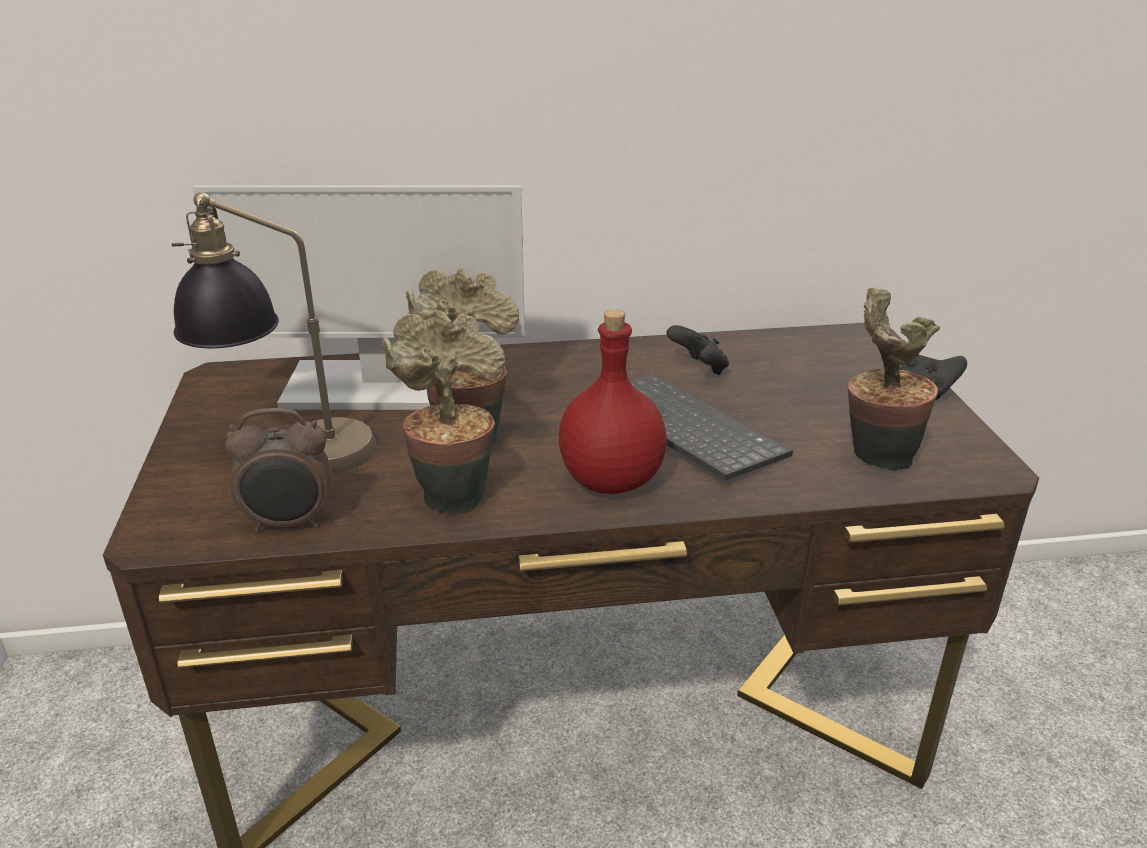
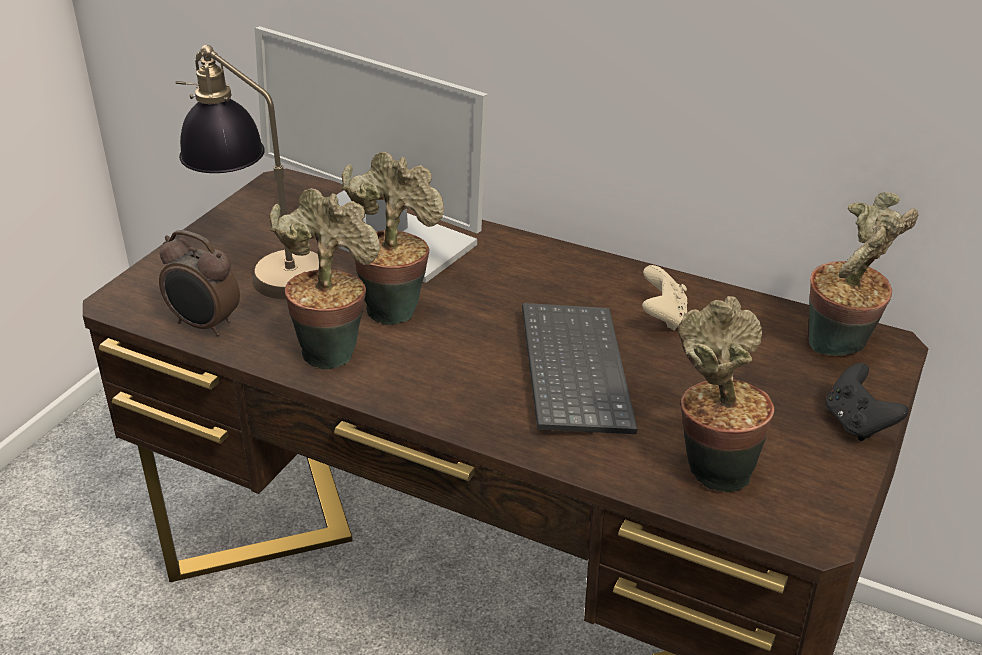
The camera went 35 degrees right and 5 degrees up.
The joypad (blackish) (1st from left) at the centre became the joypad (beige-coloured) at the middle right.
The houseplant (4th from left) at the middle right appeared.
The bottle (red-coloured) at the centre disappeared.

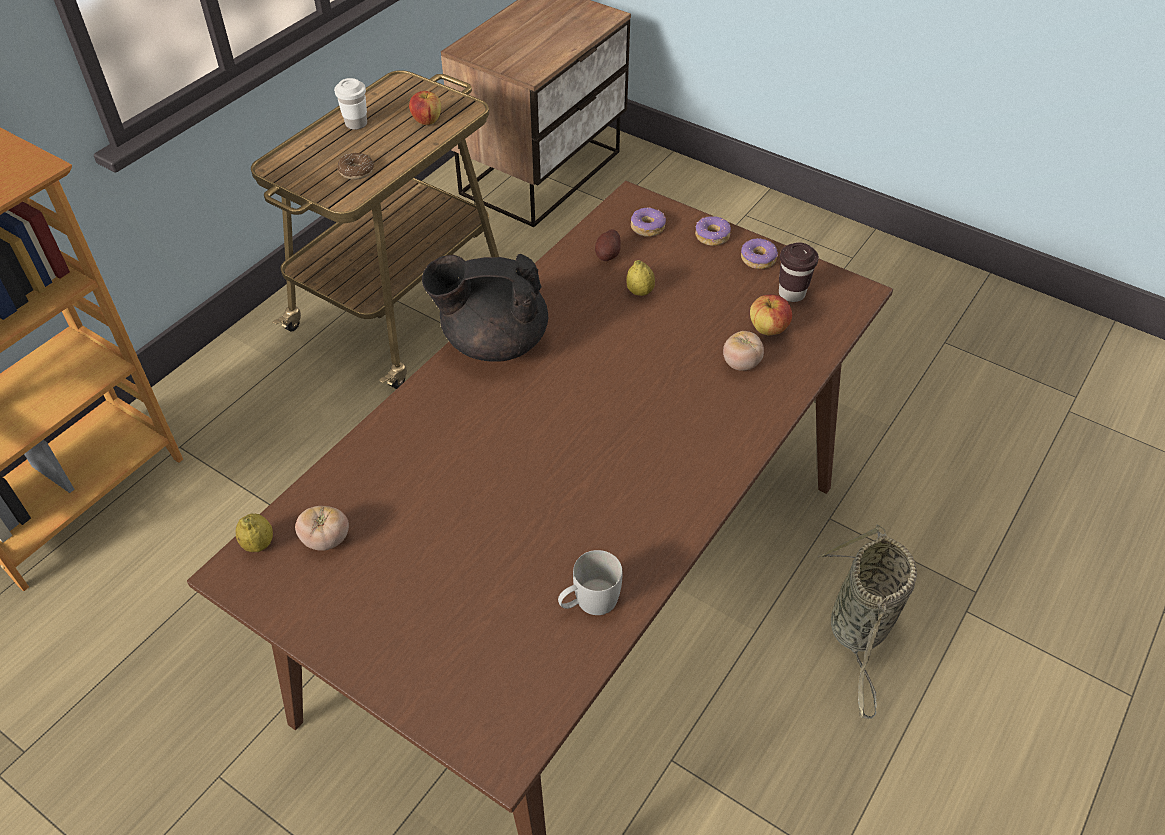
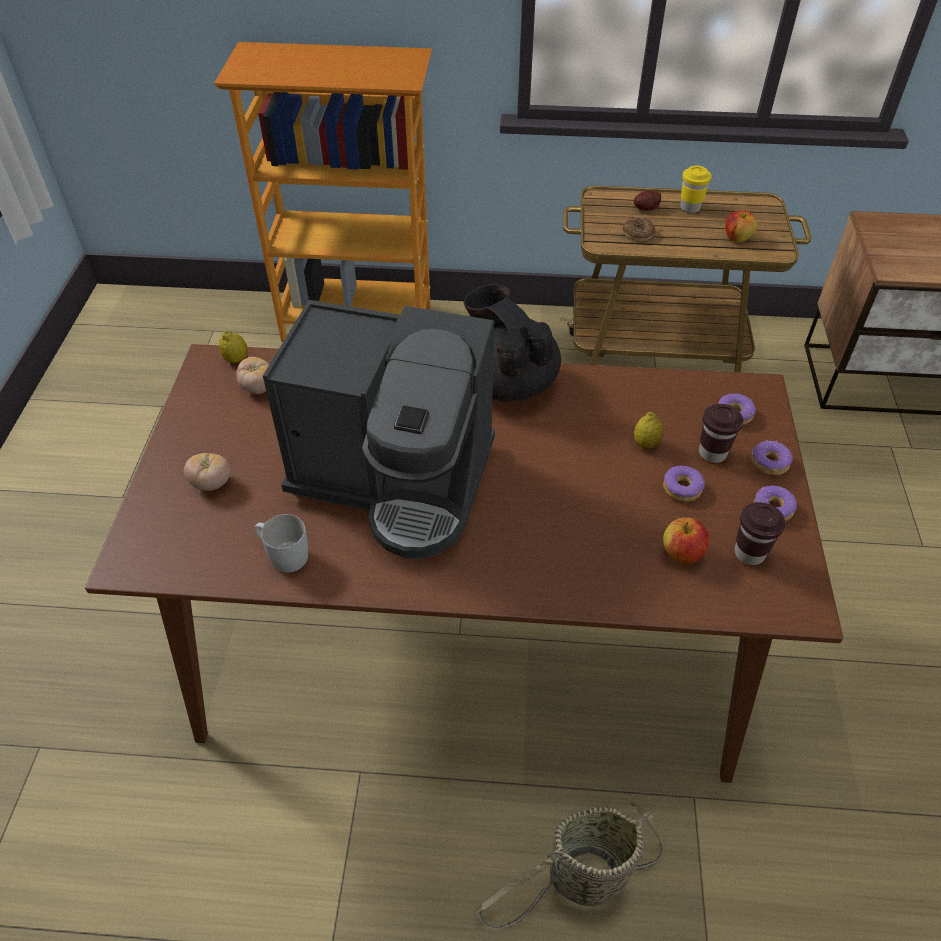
The camera went 60 degrees right and 0 degrees up.
The fresh tomato (2nd from left in the first image) moved from the centre to the middle left.
The coffee brewer at the centre appeared.
The potato moved from the top centre to the top right.
The doughnut (2nd from left) at the middle right appeared.
The cup (whitish) at the top left became the cup (yellow) at the top right.
The cup (brown-coloured) (1st from left) at the middle right appeared.

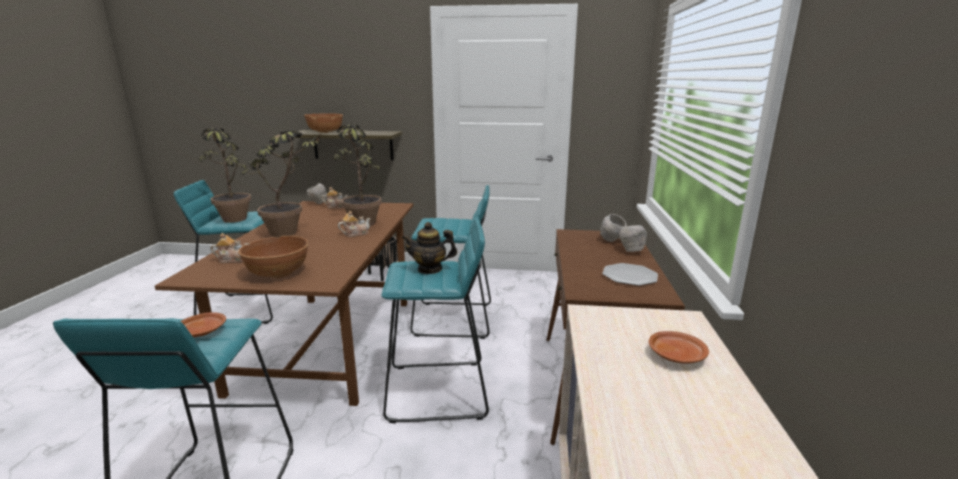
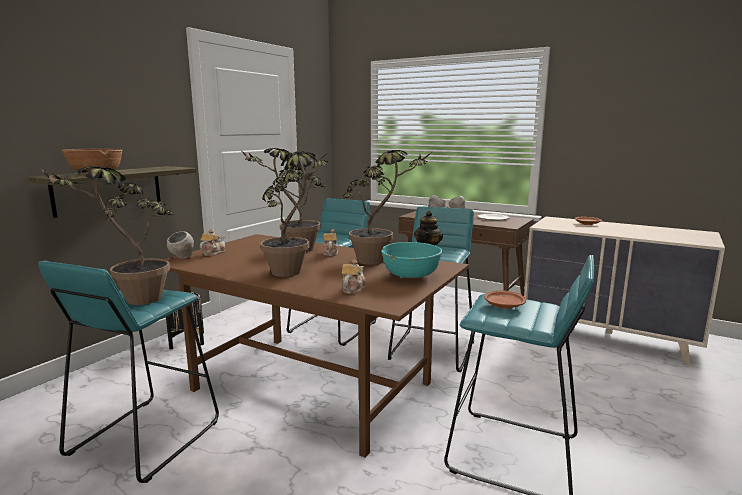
The camera went 65 degrees left and 5 degrees down.
The houseplant (4th from left) at the centre appeared.
The serving bowl (brown-coloured) (1st from left) at the middle left became the serving bowl (turquoise-coloured) at the centre.

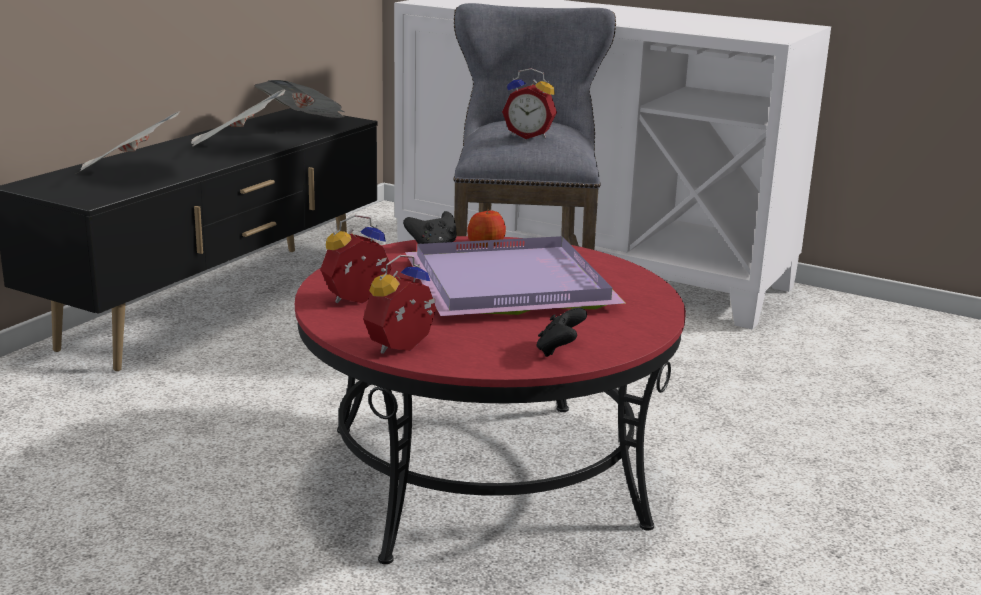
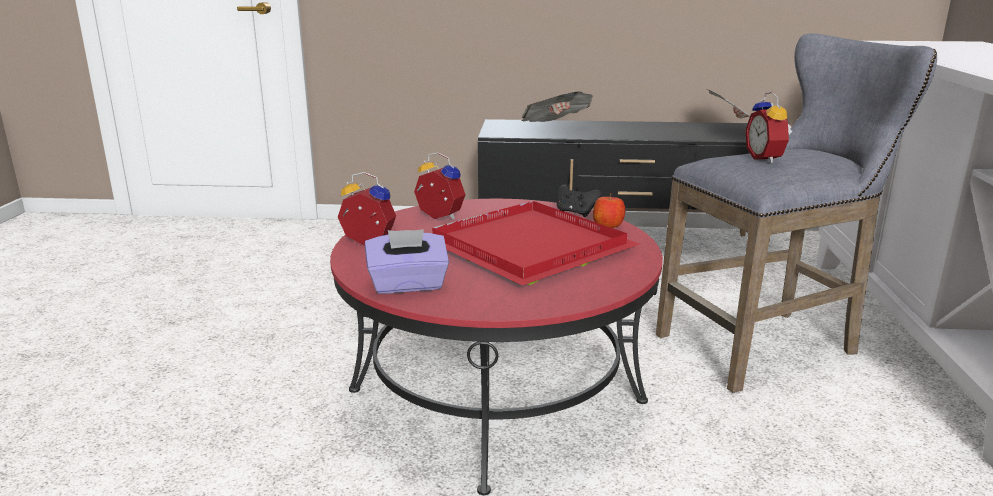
The camera went 65 degrees right and 0 degrees up.
The joypad (blackish) (2nd from left) at the centre was replaced by the tissue holder (purple-coloured) at the centre.
The serving tray (purple-coloured) at the centre became the serving tray (red-coloured) at the centre.
The daily paper (2nd from left) at the top left disappeared.

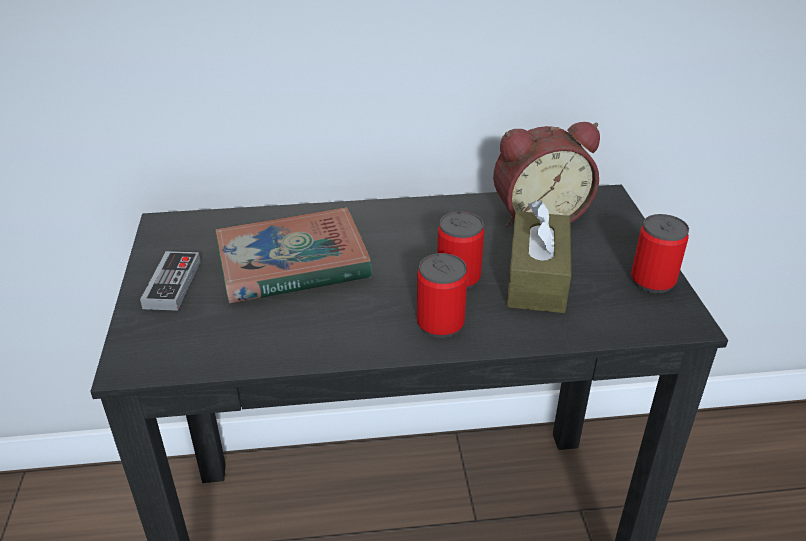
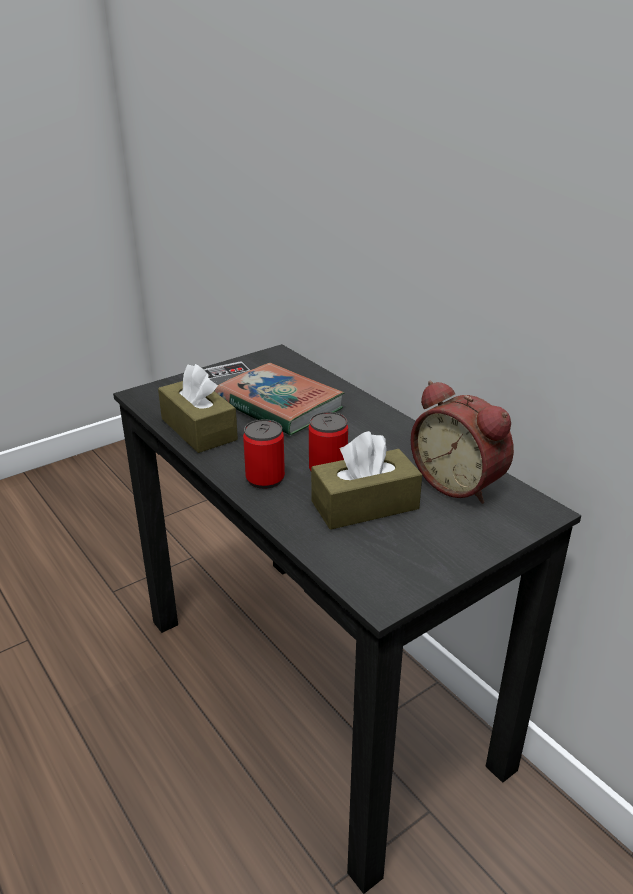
The camera went 60 degrees right and 5 degrees down.
The tissue holder (brown-coloured) (1st from left) at the middle left appeared.
The can (3rd from left) at the middle right disappeared.

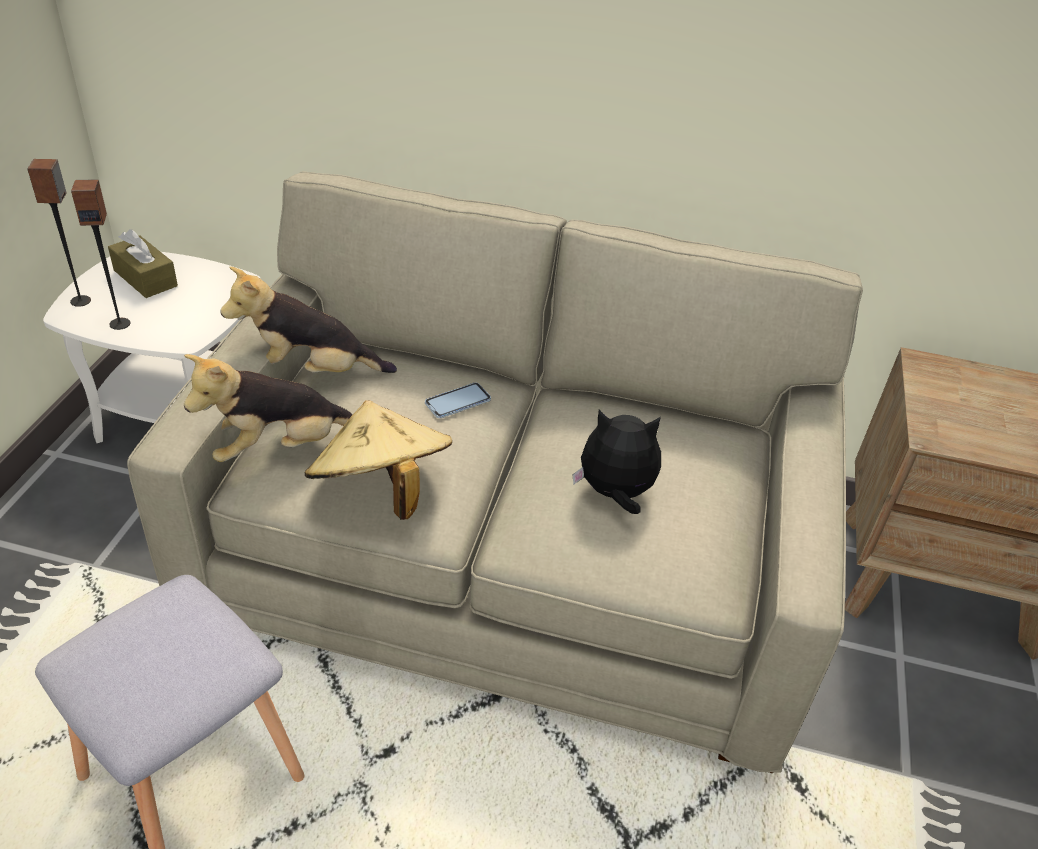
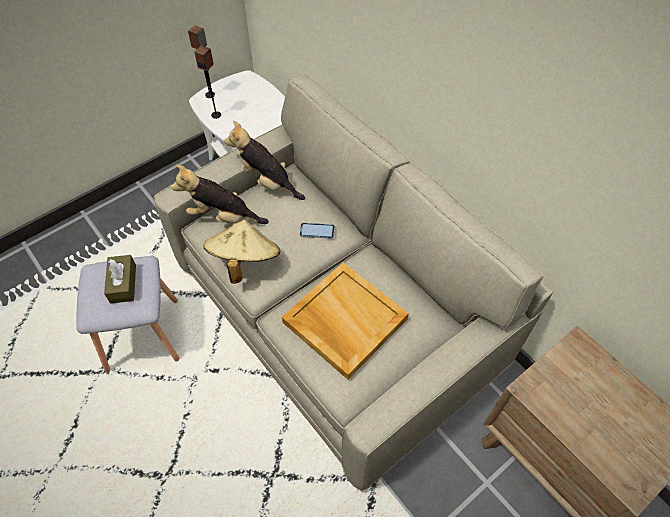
The camera went 40 degrees right and 15 degrees up.
The tissue holder (brown-coloured) moved from the top left to the middle left.
The soft toy (3rd from left) at the centre was replaced by the serving tray (beige-coloured) at the centre.

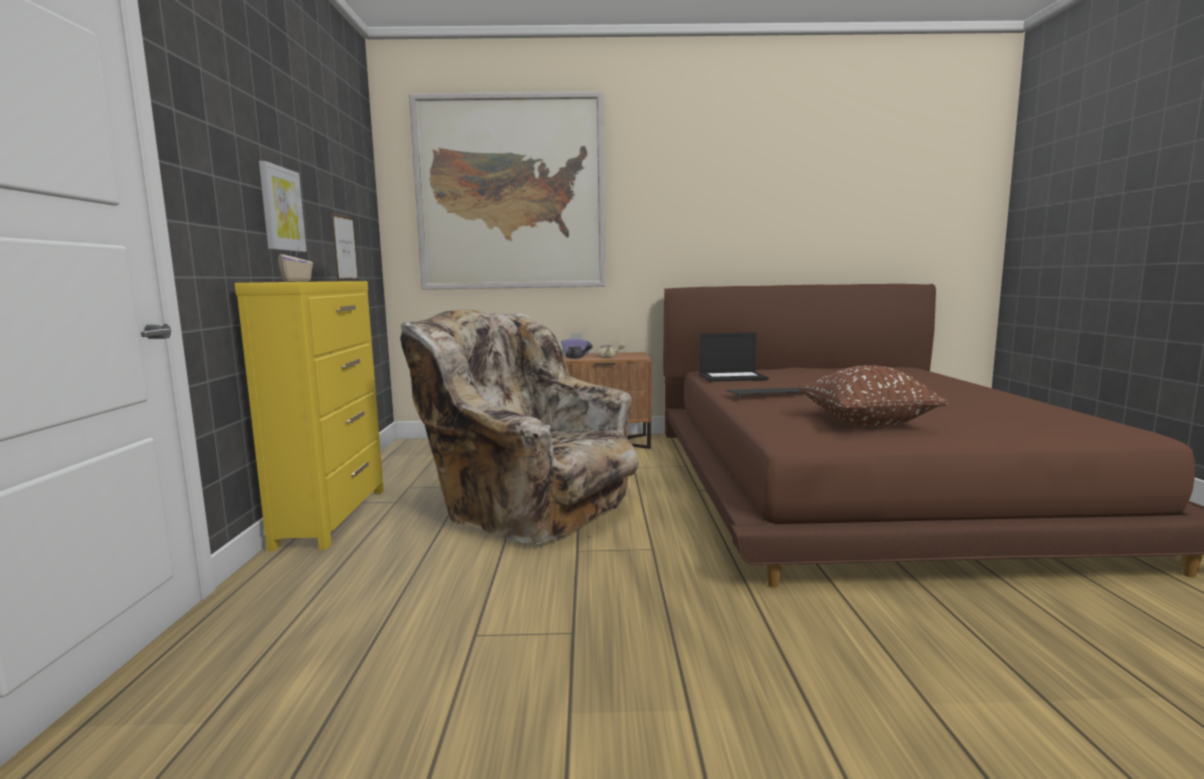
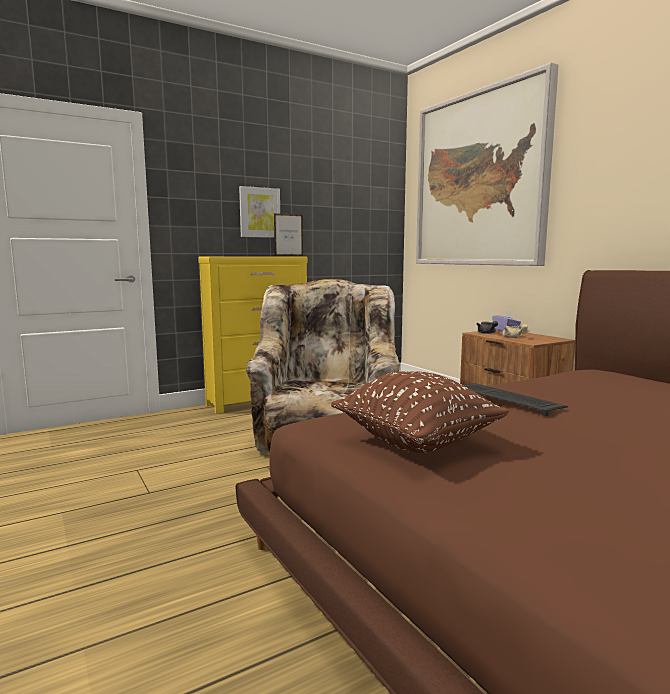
The camera went 60 degrees right and 0 degrees up.
The tissue holder (beige-coloured) at the middle left disappeared.
The notebook computer at the centre disappeared.

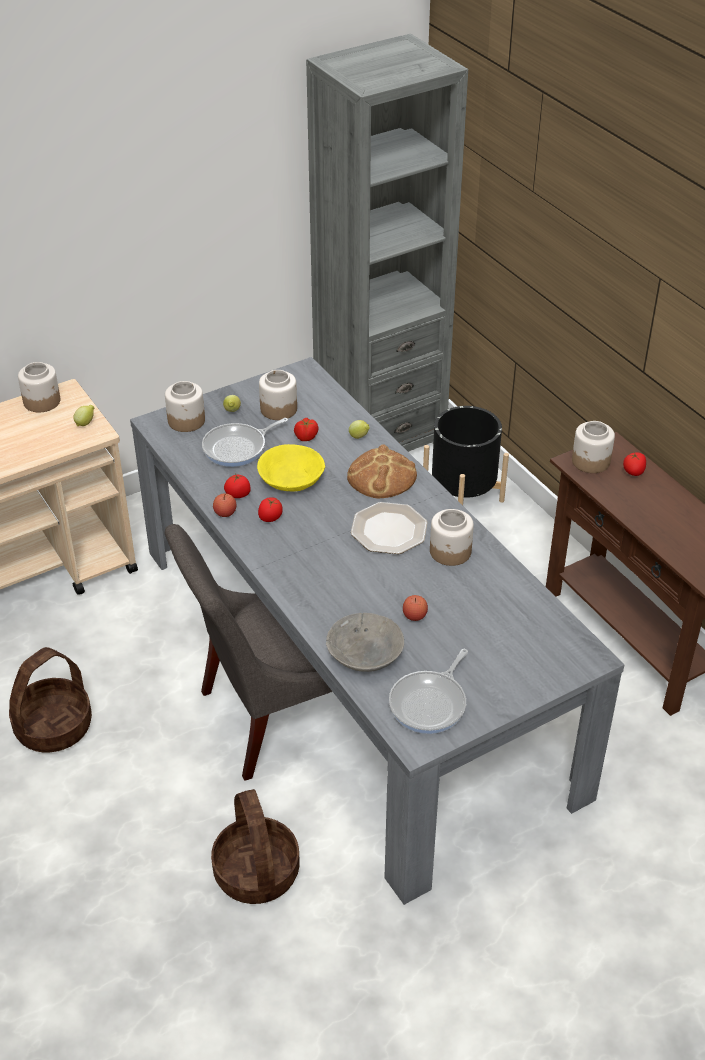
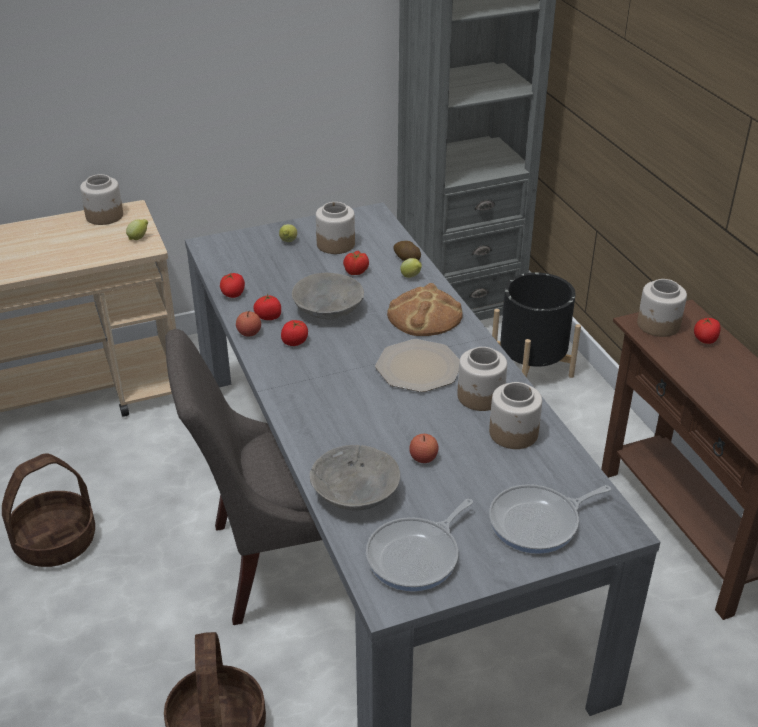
The camera went 10 degrees right and 5 degrees down.
The fresh tomato (1st from left) at the middle left appeared.
The serving bowl (yellow) at the centre became the serving bowl (greyish) (1st from left) at the centre.
The potato at the centre appeared.
The storage jar (2nd from left in the first image) moved from the middle left to the middle right.
The skillet (1st from left in the first image) moved from the centre to the bottom right.

